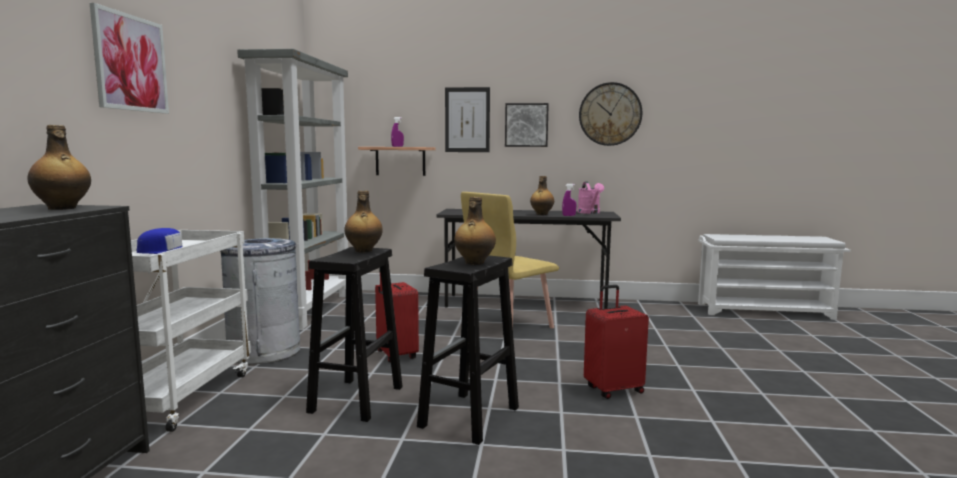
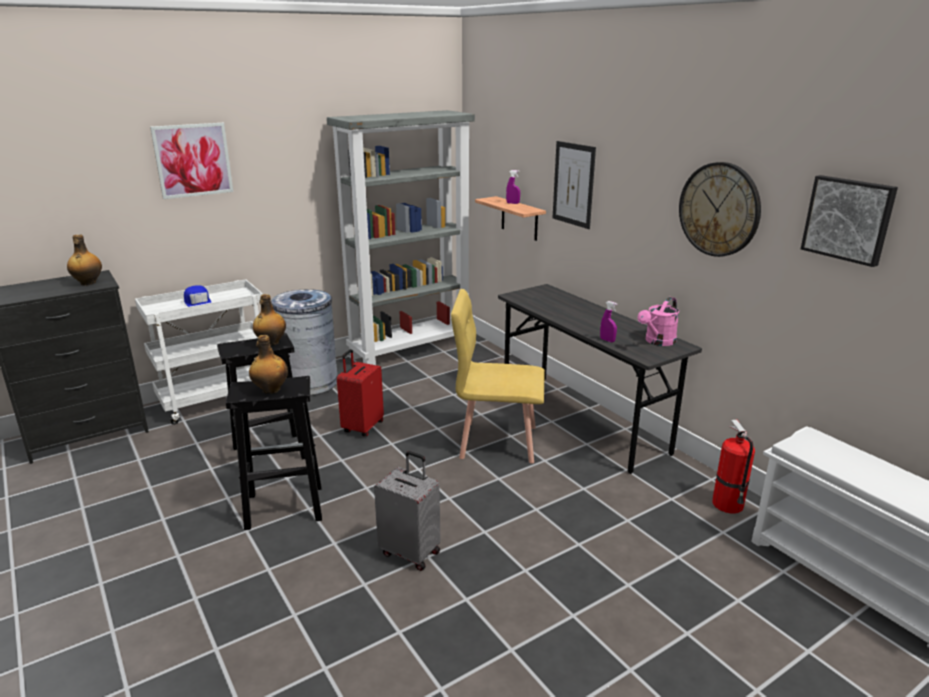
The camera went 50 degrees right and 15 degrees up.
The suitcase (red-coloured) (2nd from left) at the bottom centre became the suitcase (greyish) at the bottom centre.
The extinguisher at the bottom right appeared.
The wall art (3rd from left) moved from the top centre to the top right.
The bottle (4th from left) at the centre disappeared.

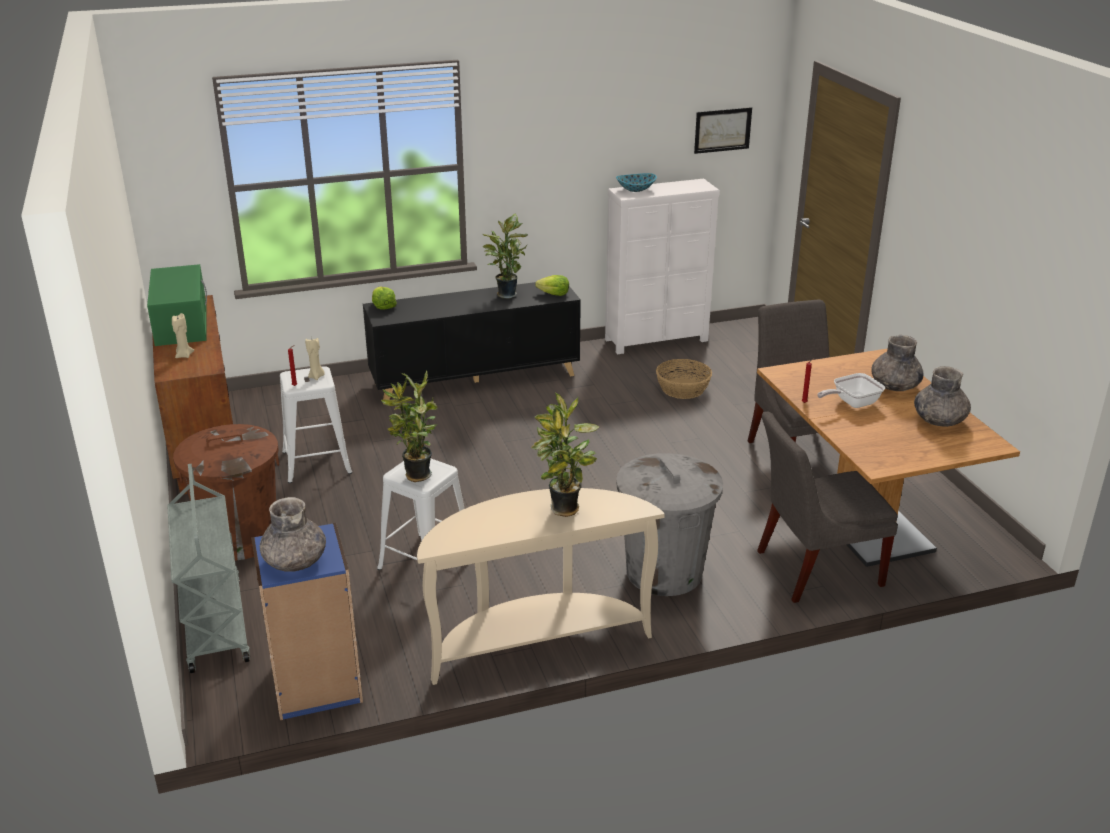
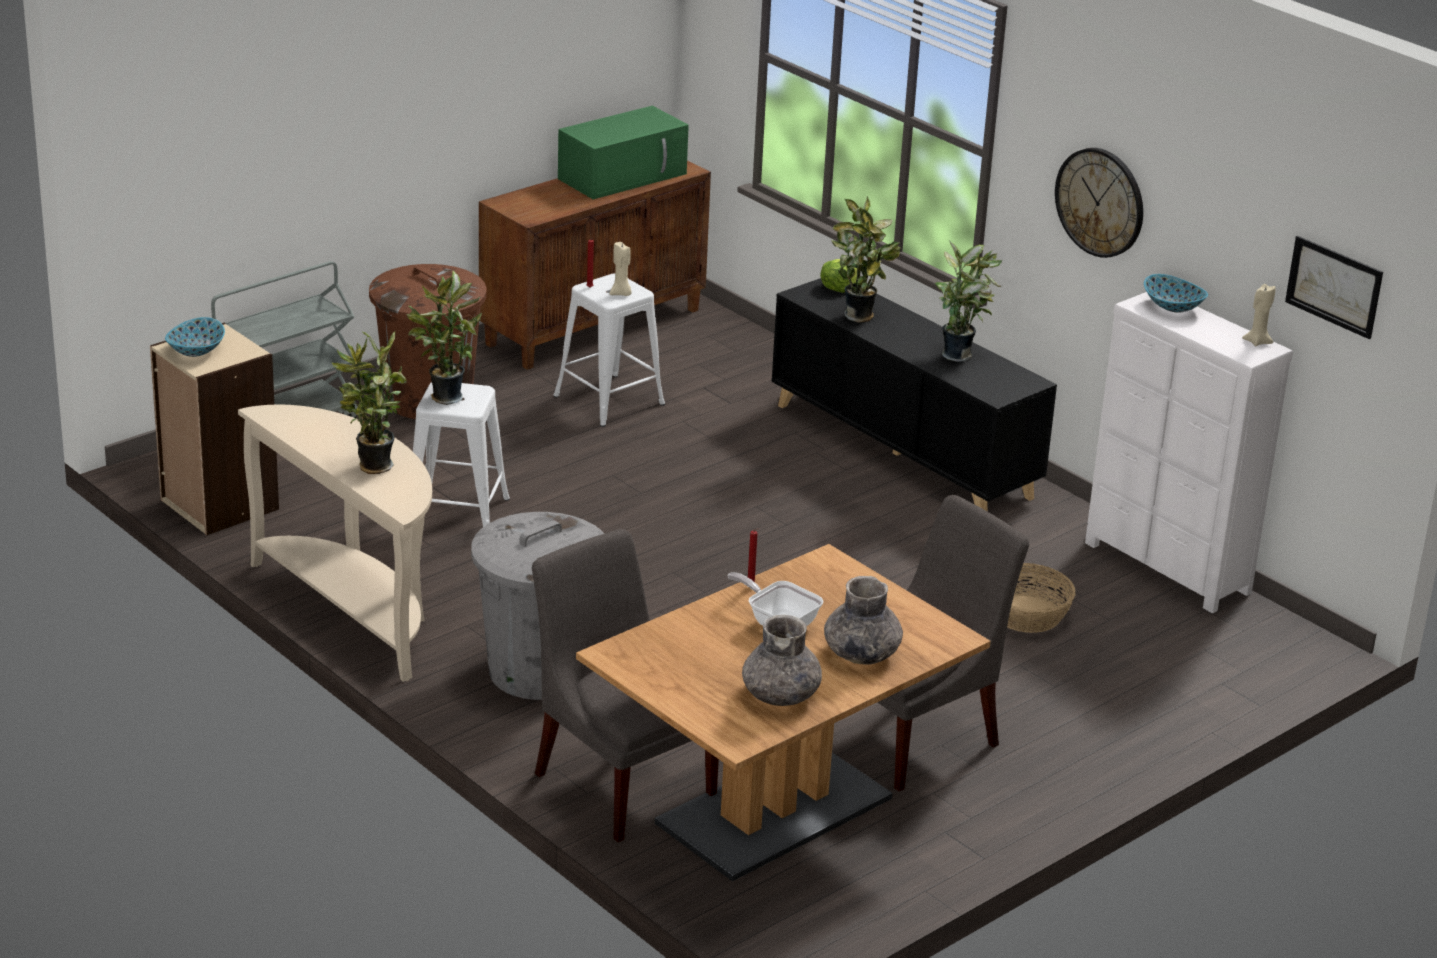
The camera went 65 degrees right and 0 degrees up.
The bookshelf (blue-coloured) at the bottom left became the bookshelf (beige-coloured) at the middle left.
The vase (greyish) (1st from left) at the middle left was replaced by the serving bowl (1st from left) at the middle left.
The houseplant (3rd from left) at the top centre appeared.
The hanging clock at the top right appeared.
The wax light (beige-coloured) (1st from left in the first image) moved from the middle left to the top right.
The lettuce (2nd from left) at the centre disappeared.

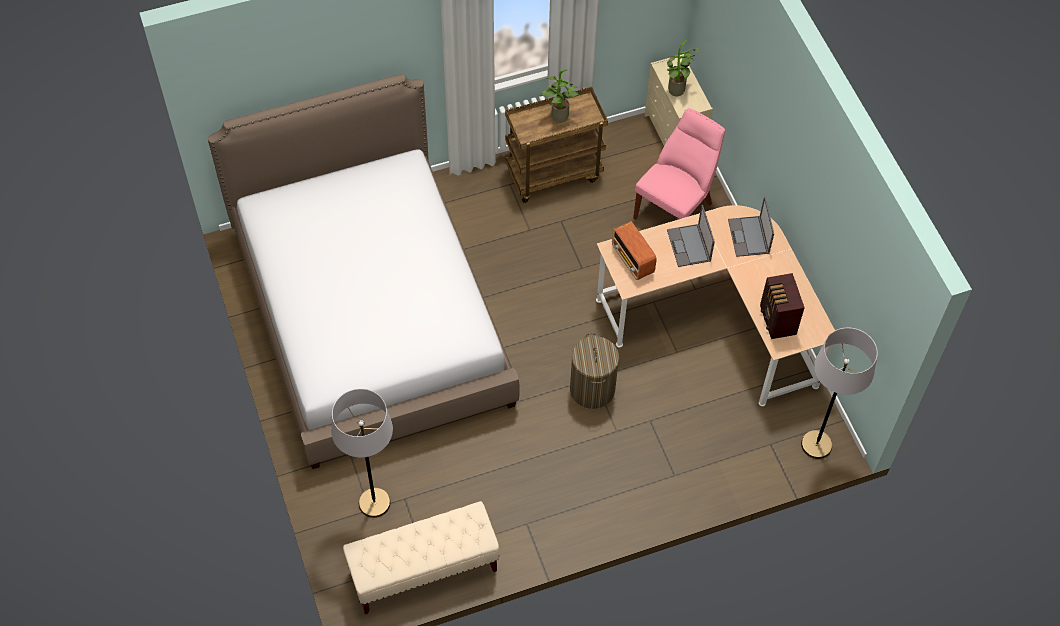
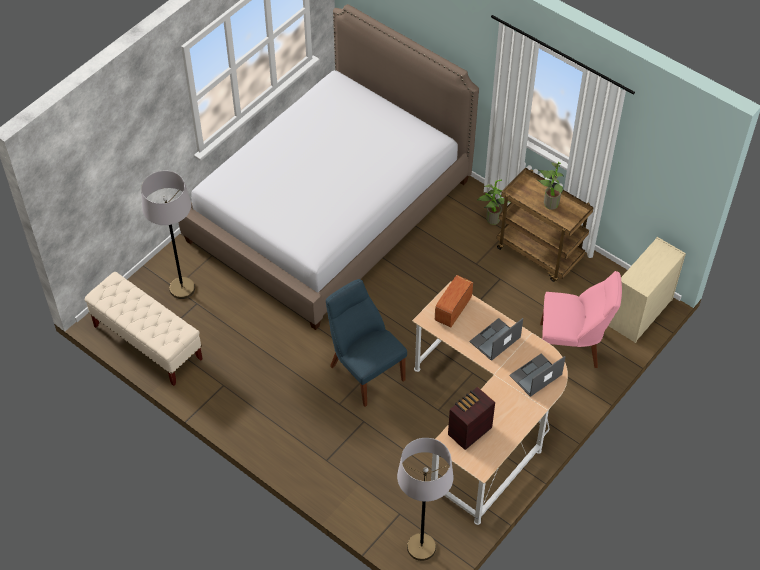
The camera went 60 degrees right and 5 degrees down.
The hamper at the centre was replaced by the plain chair (blue-coloured) at the centre.
The houseplant (2nd from left in the first image) moved from the top centre to the centre.

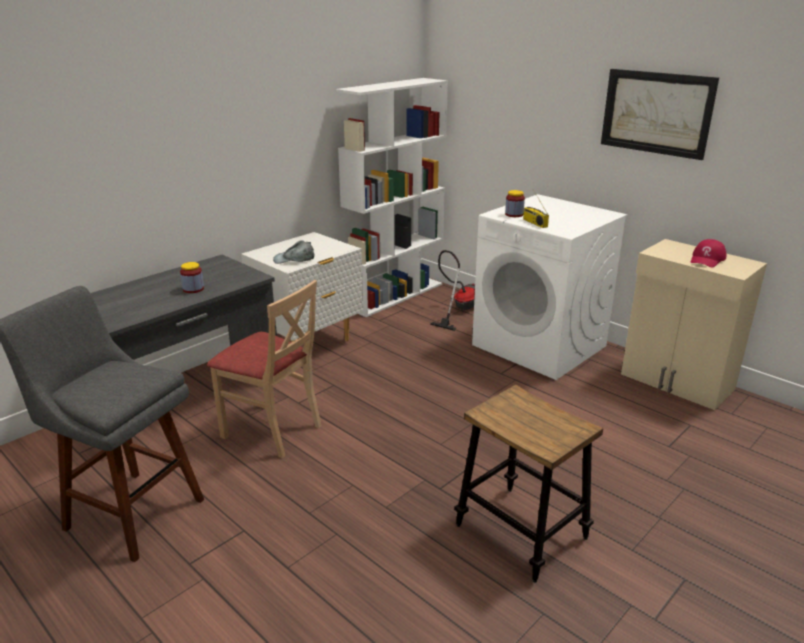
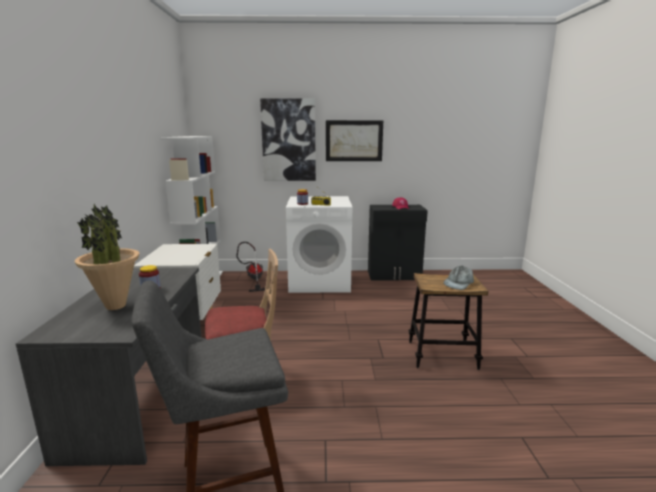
The camera went 45 degrees left and 10 degrees down.
The houseplant at the middle left appeared.
The wall art (1st from left) at the top centre appeared.
The cabinet (beige-coloured) at the middle right became the cabinet (blackish) at the centre.
The peaked cap (greyish) moved from the centre to the middle right.

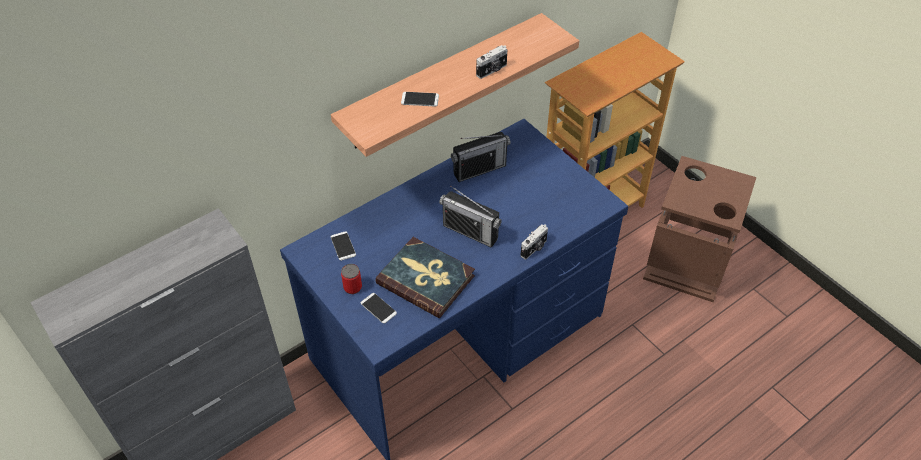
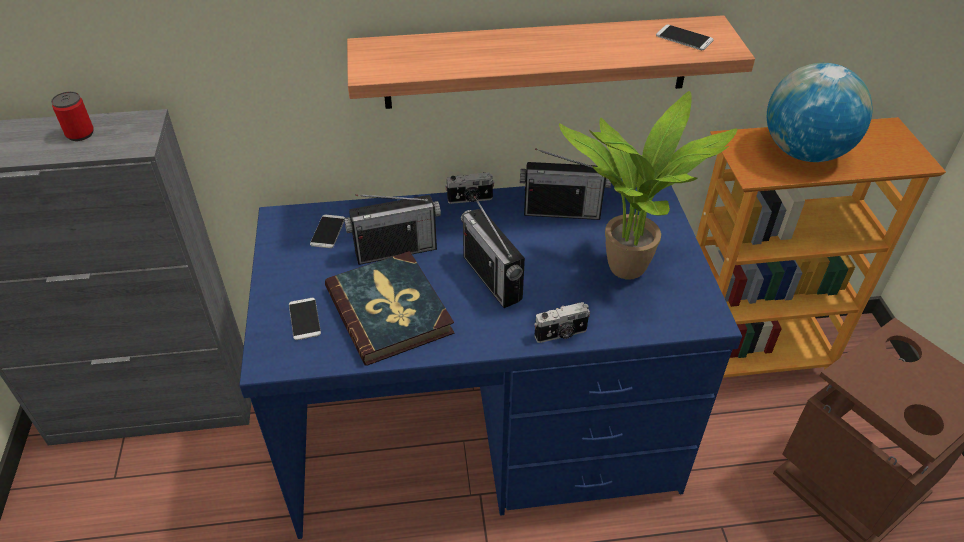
The camera went 30 degrees right and 5 degrees down.
The can moved from the centre to the top left.
The radio (1st from left) at the centre appeared.
The still camera (1st from left) moved from the top centre to the centre.
The houseplant at the middle right appeared.
The handset (3rd from left) moved from the top centre to the top right.
The globe at the top right appeared.

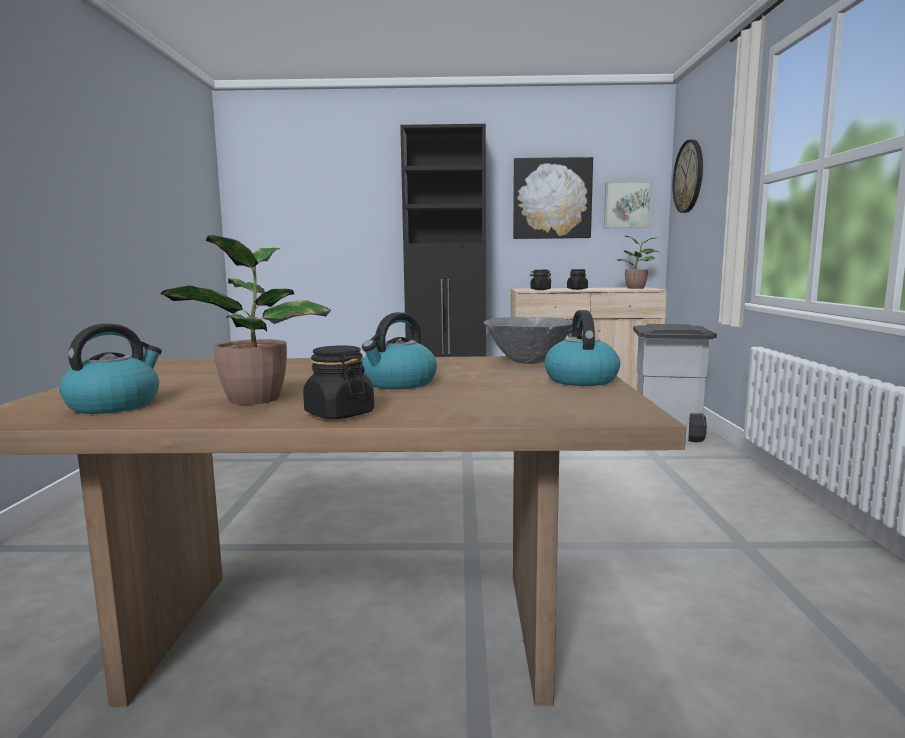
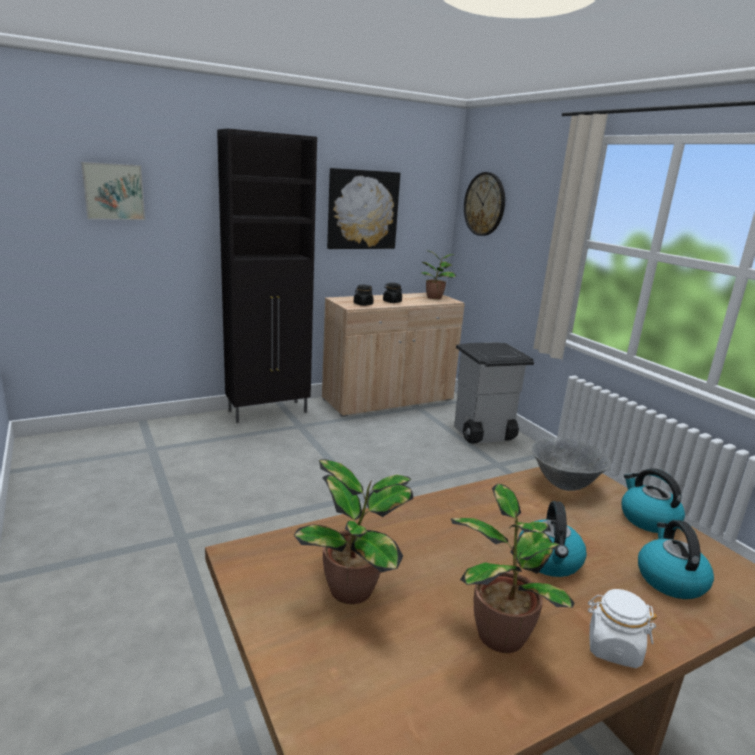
The camera went 30 degrees left and 10 degrees up.
The wall art (2nd from left in the first image) moved from the top right to the top left.
The houseplant (1st from left) at the bottom centre appeared.
The storage jar (blackish) (1st from left) at the centre became the storage jar (whitish) at the bottom right.
The tea kettle (1st from left in the first image) moved from the middle left to the bottom right.

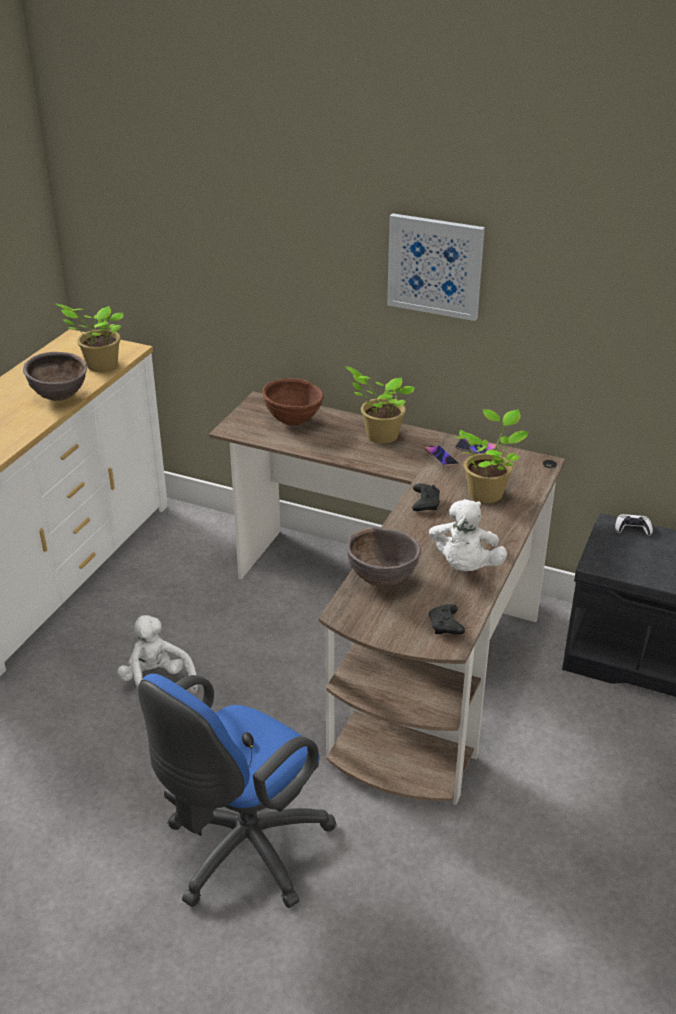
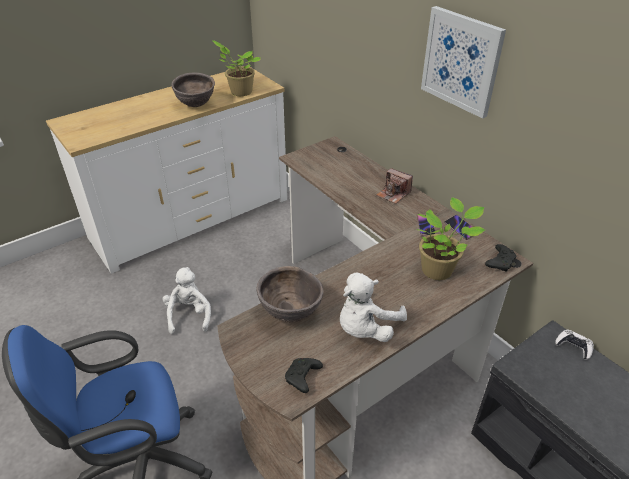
The camera went 30 degrees right and 5 degrees up.
The houseplant (2nd from left) at the centre was replaced by the still camera at the centre.
The joypad (blackish) (1st from left in the first image) moved from the centre to the middle right.
The serving bowl (brown-coloured) (2nd from left) at the centre disappeared.

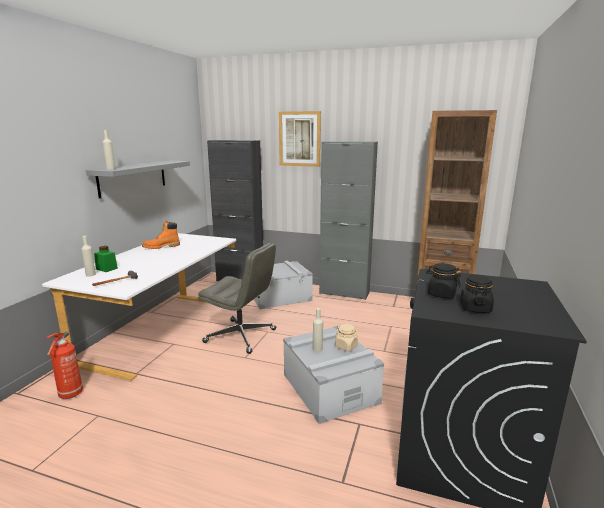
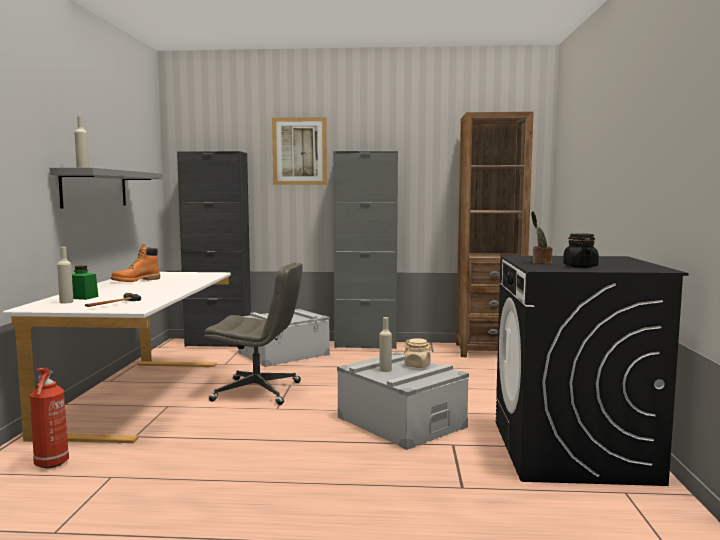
The camera went 15 degrees left and 10 degrees down.
The storage jar (blackish) (1st from left) at the middle right was replaced by the houseplant at the middle right.

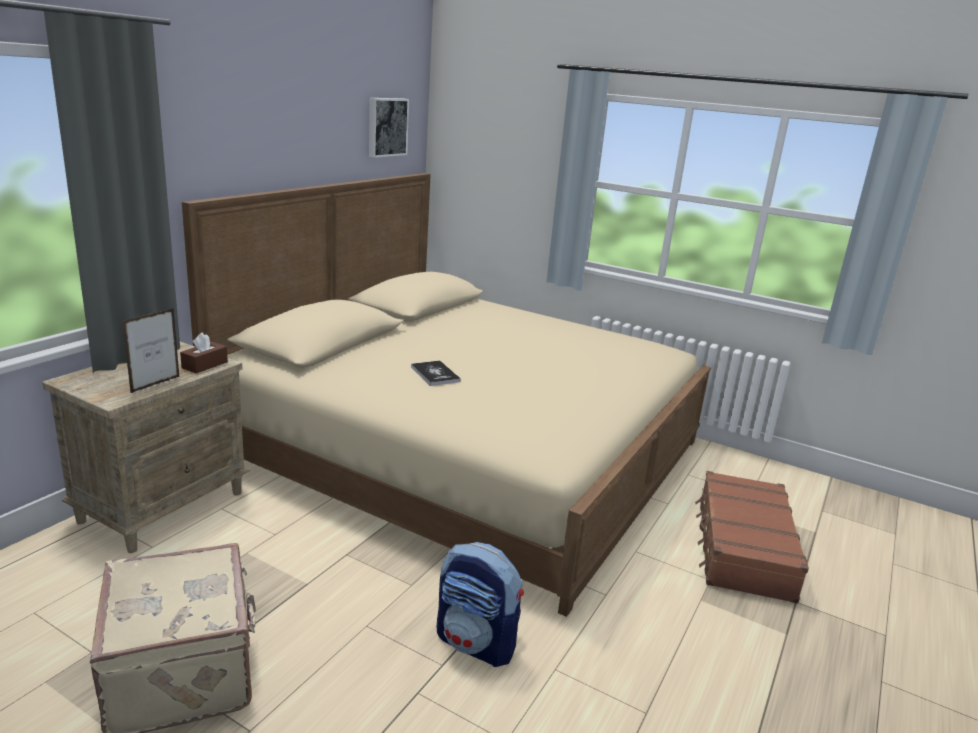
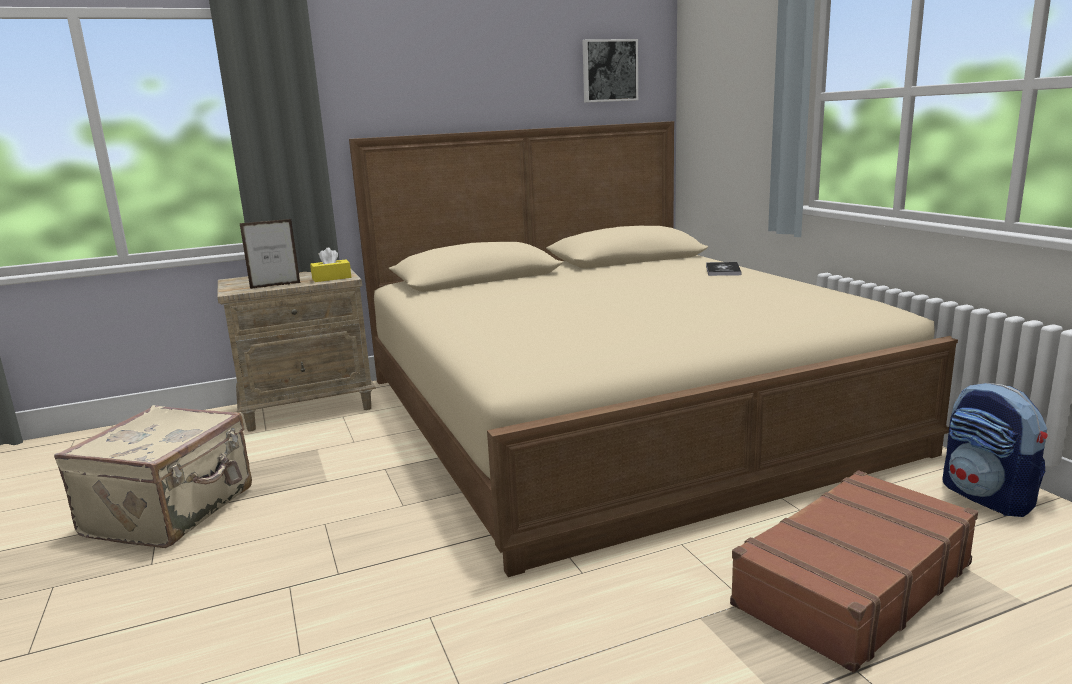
The camera went 40 degrees right and 5 degrees down.
The tissue holder (brown-coloured) at the middle left became the tissue holder (yellow) at the middle left.
The volume moved from the centre to the middle right.
The backpack moved from the bottom centre to the middle right.

